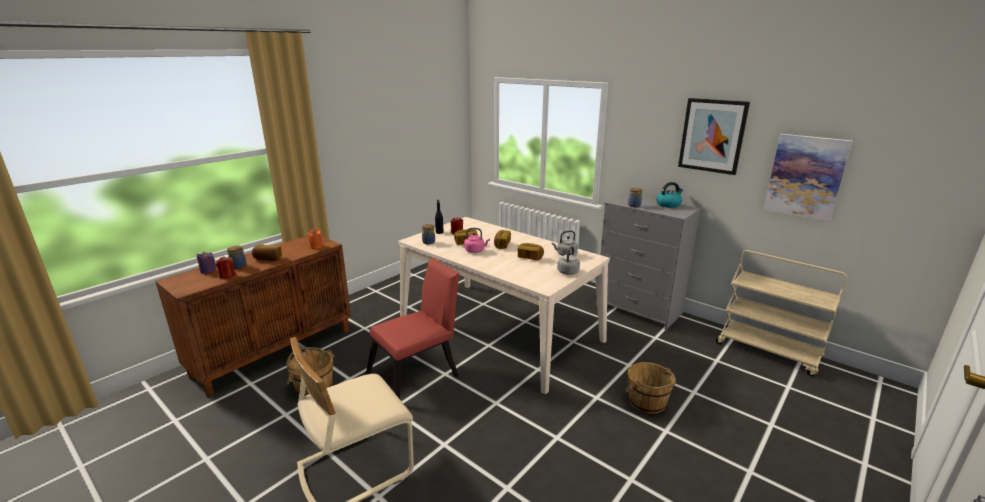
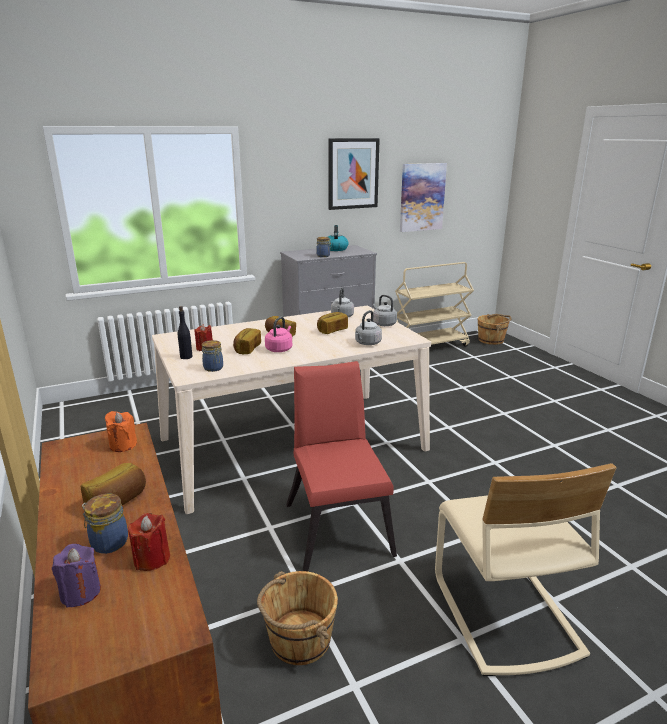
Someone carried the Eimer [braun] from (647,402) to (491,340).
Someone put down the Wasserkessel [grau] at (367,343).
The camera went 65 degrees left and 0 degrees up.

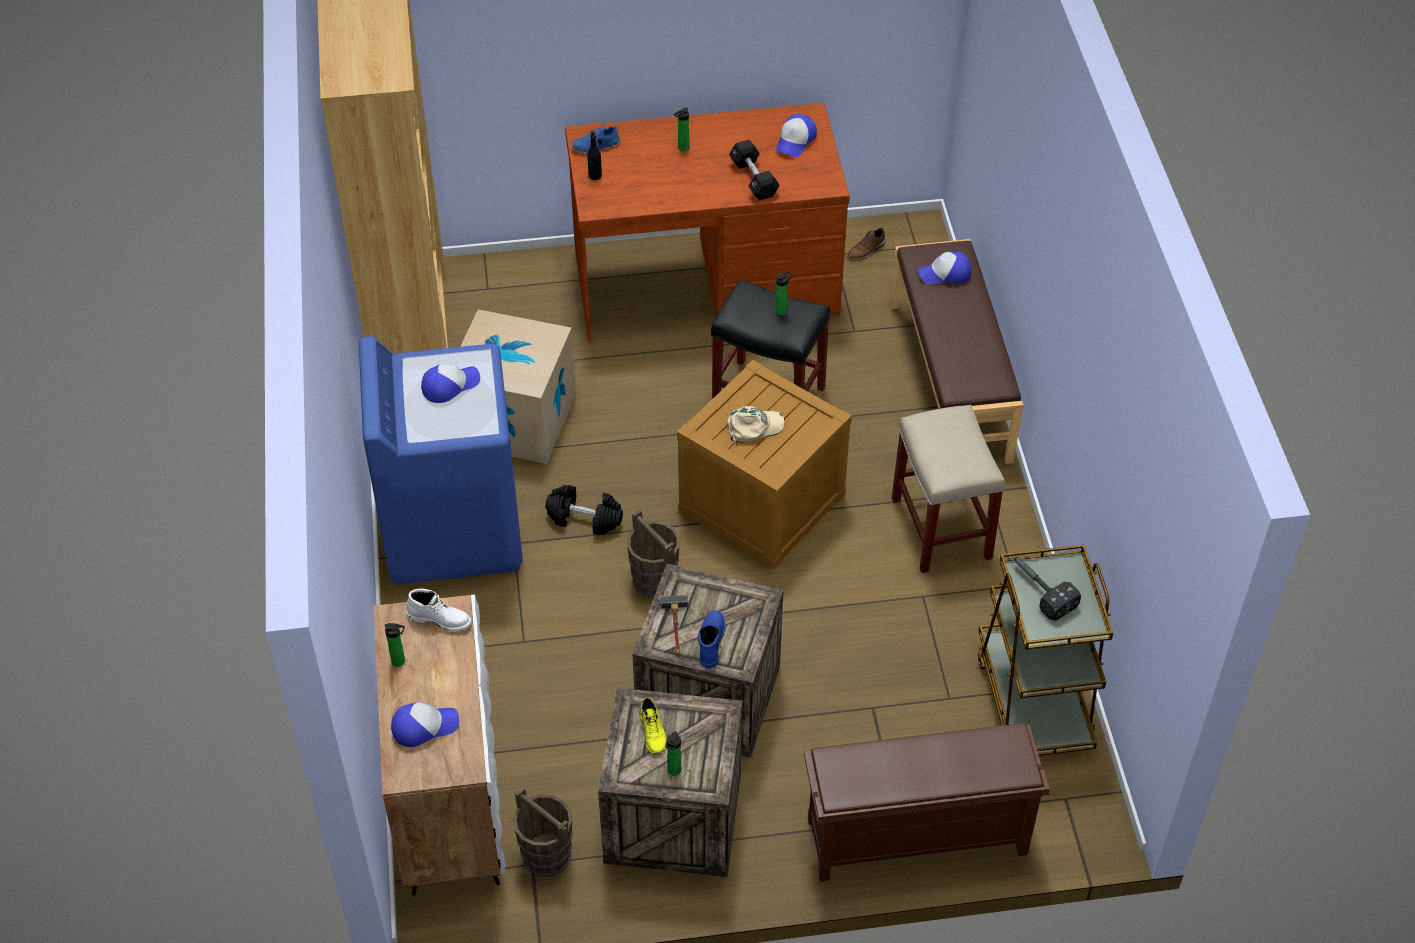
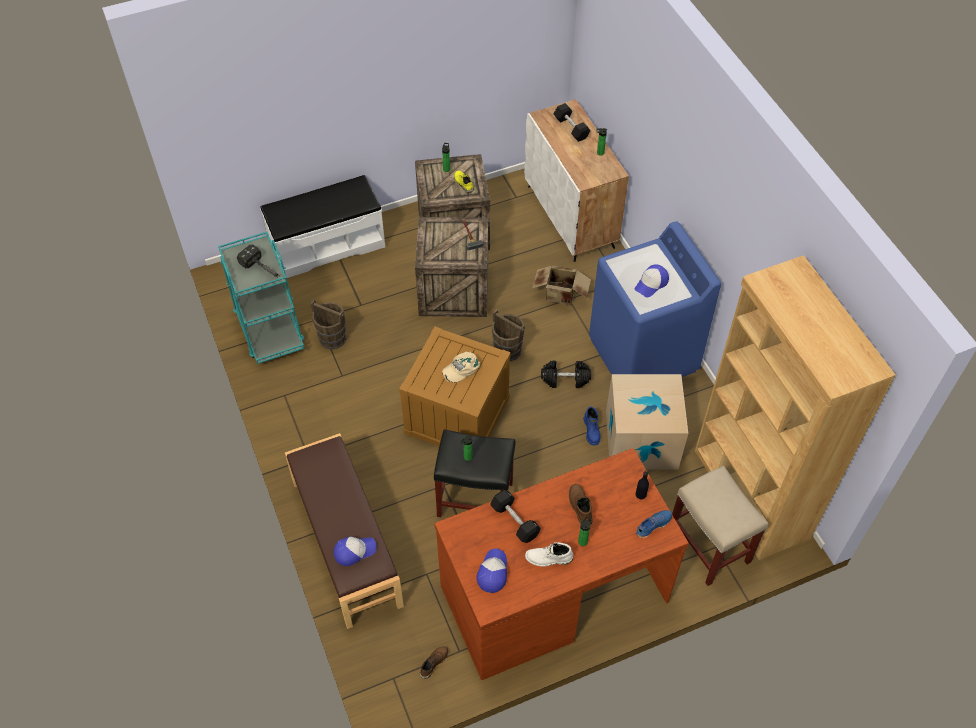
Someone swapped the Kappe at (424,726) for the Hantel [schwarz] at (571,128).
Someone carried the Stiefel [weiß] from (440,619) to (548,559).
Someone carried the Eimer [braun] from (547,855) to (332,338).
Someone carried the Stiefel [blau] from (710,642) to (592,430).
Someone swapped the Schuhregal [braun] at (914,838) for the Bank [weiß] at (327,246).
Someone carried the Hocker [beige] from (940,527) to (709,546).
Someone repainted the Rollwagen [braun] at (1033,699), which became the Rollwagen [türkis] at (269,328).
Someone put down the Karton at (560,296).
Someone put down the Stiefel [braun] at (579,506).
The camera went 165 degrees right and 5 degrees up.

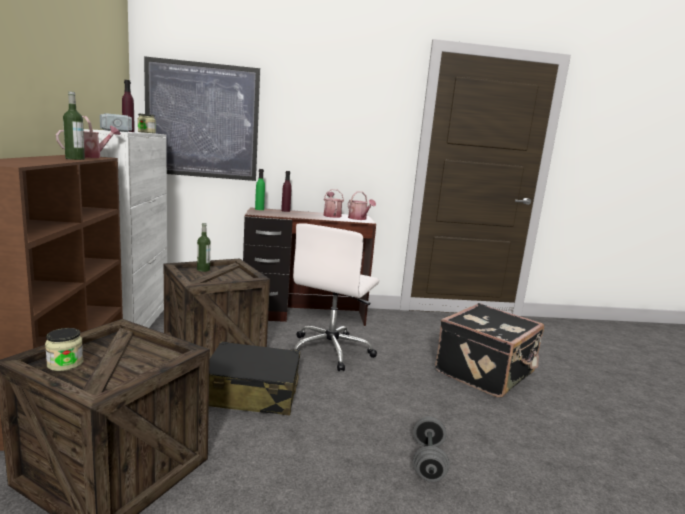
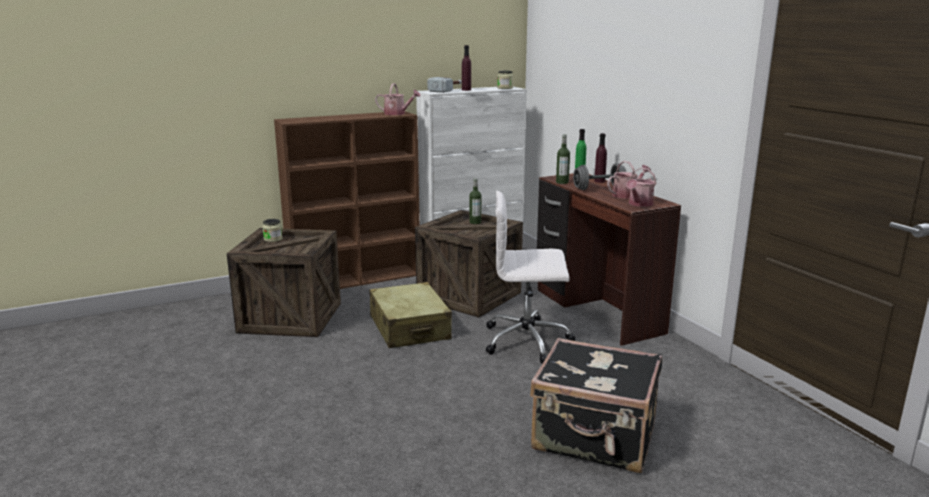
Someone carried the Flasche from (75,159) to (562,182).
Someone took away the Bild at (202,121).
Someone repainted the Koffer [schwarz] at (251,393), which became the Koffer [beige] at (409,328).
Someone carried the Hantel [grau] from (428,461) to (599,188).
The camera went 70 degrees right and 5 degrees up.

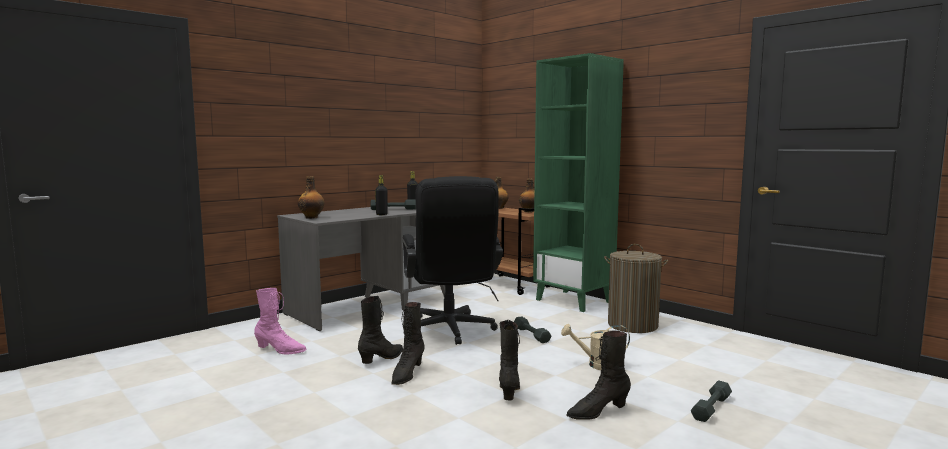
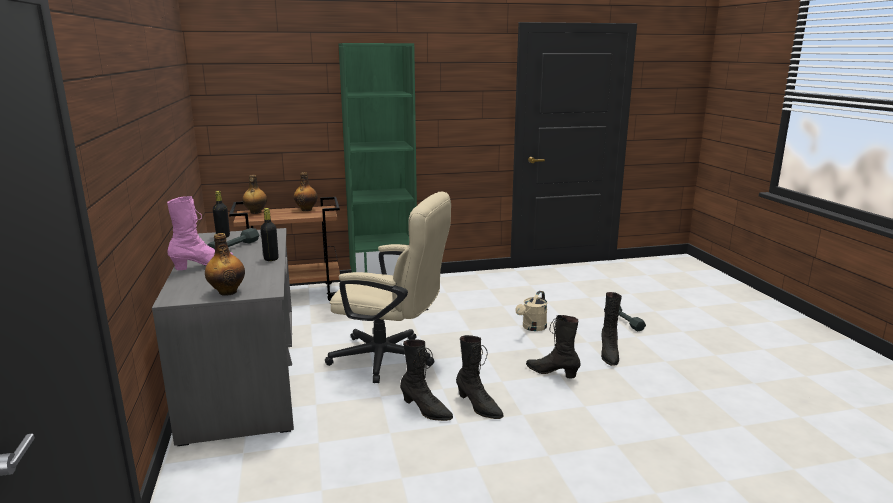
Someone carried the Stiefel [rosa] from (280,350) to (204,266).
Someone rotated the Stiefel [schwarz] at (382,359) by 150 degrees clockwise.
Someone repainted the Bürostuhl [schwarz] at (450,331), which became the Bürostuhl [beige] at (391,359).
Someone took away the Hantel [grau] at (531,334).
Someone took away the Wäschekorb at (633,325).
The camera went 60 degrees left and 10 degrees up.

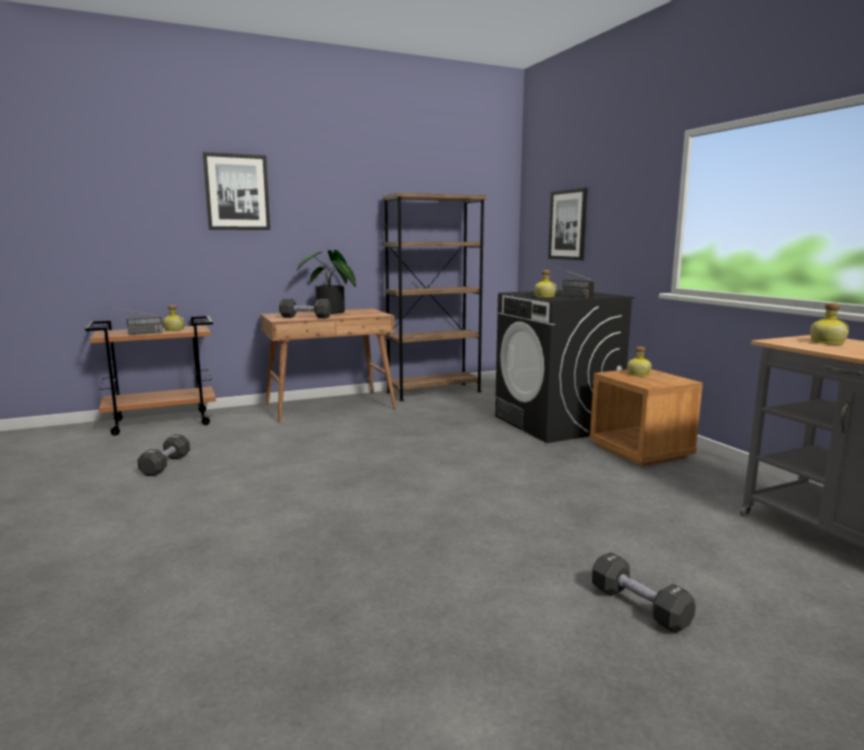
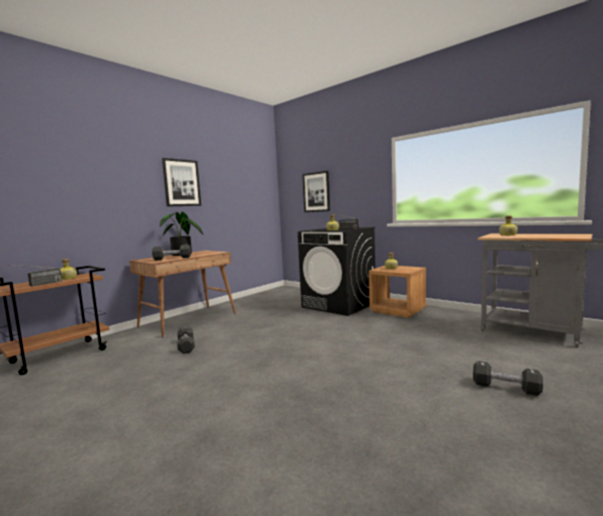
Someone carried the Hantel [schwarz] from (166,465) to (186,346).
Someone carried the Bild from (237,192) to (181,183).
Someone took away the Bücherregal [braun] at (434,392).
The camera went 25 degrees left and 5 degrees down.

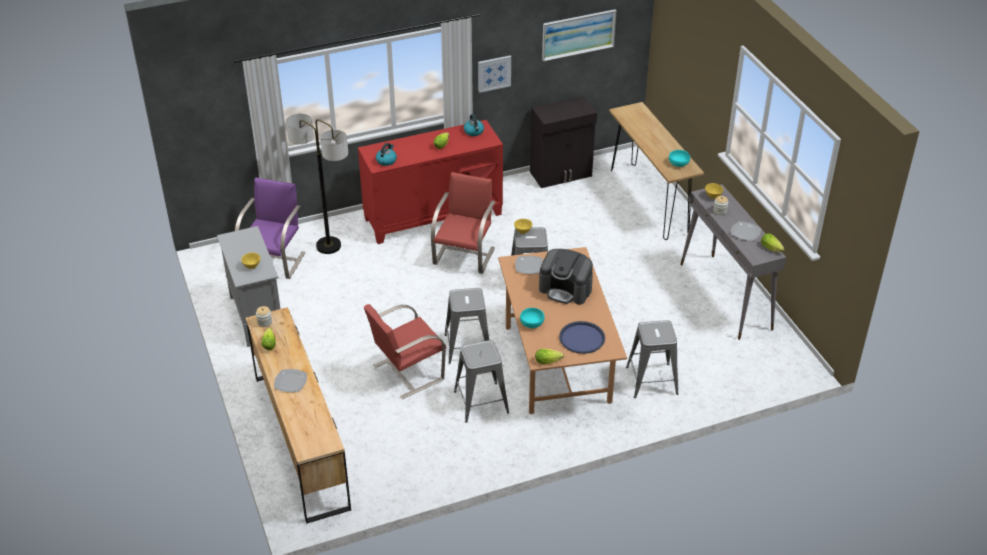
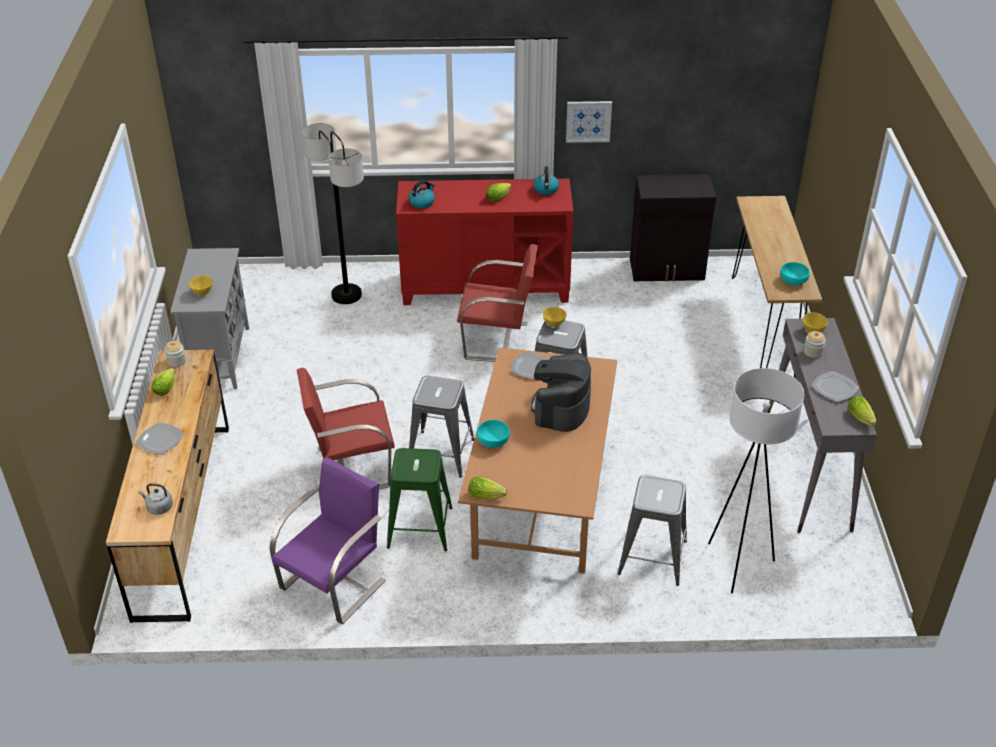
Someone carried the Stuhl [lila] from (274,261) to (334,584).
Someone rotated the Stuhl [rot] at (465,255) by 60 degrees clockwise.
Someone repainted the Hocker [grau] at (481,402), which became the Hocker [grün] at (420,528).
Someone rotated the Kaffeemaschine at (566,289) by 60 degrees clockwise.
Someone took away the Bild at (578,34).
Someone took away the Tablett [blau] at (582,338).
Someone put down the Wasserkessel [grau] at (158,507).
Someone put down the Stehlampe [weiß] at (737,564).
The camera went 20 degrees right and 0 degrees up.

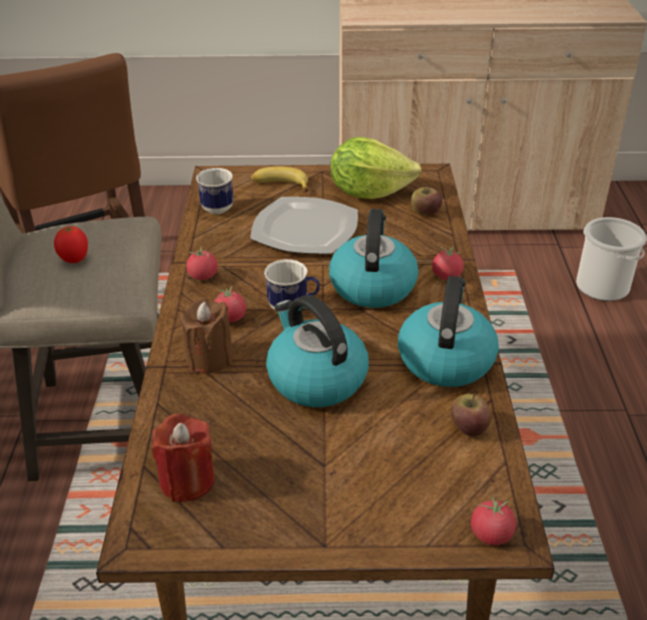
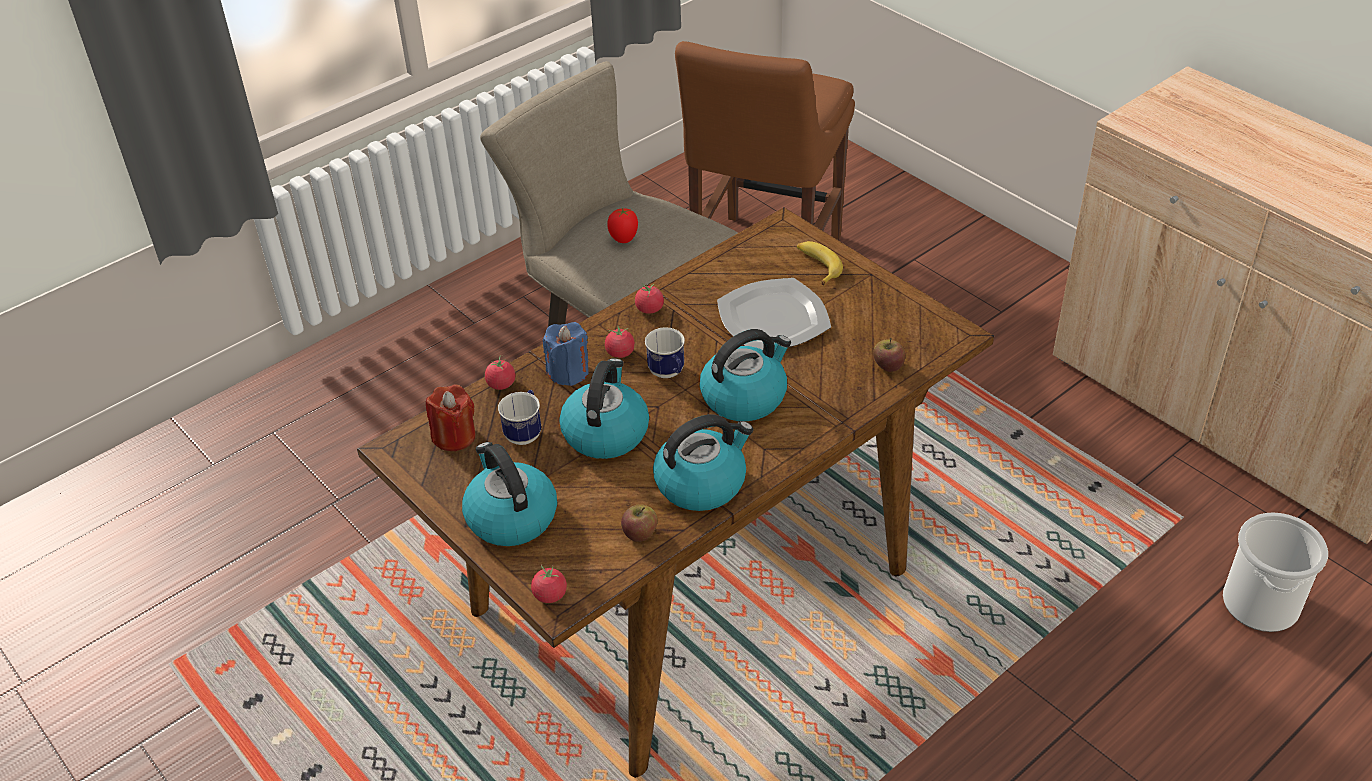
Someone repainted the Kerze [braun] at (210,358), which became the Kerze [blau] at (568,372).
Someone carried the Henkelbecher from (215,206) to (525,432).
Someone took away the Salatkopf at (369,192).
Someone carried the Tomate from (446,276) to (501,384).
Someone put down the Wasserkessel at (510,517).
The camera went 50 degrees right and 5 degrees up.

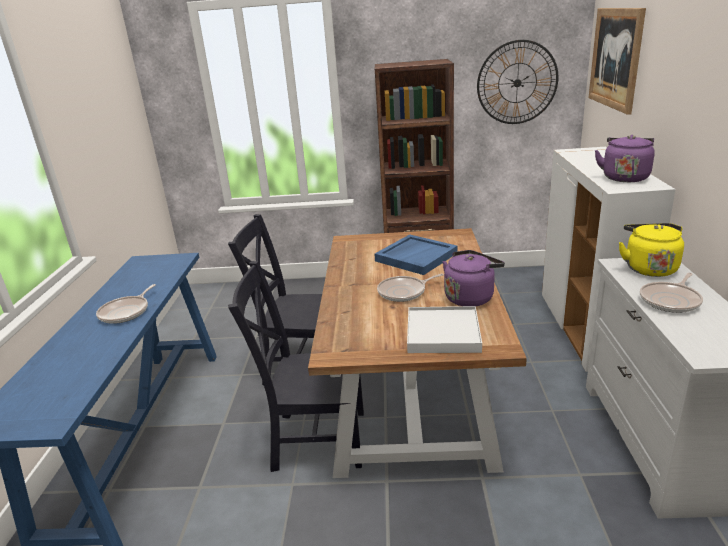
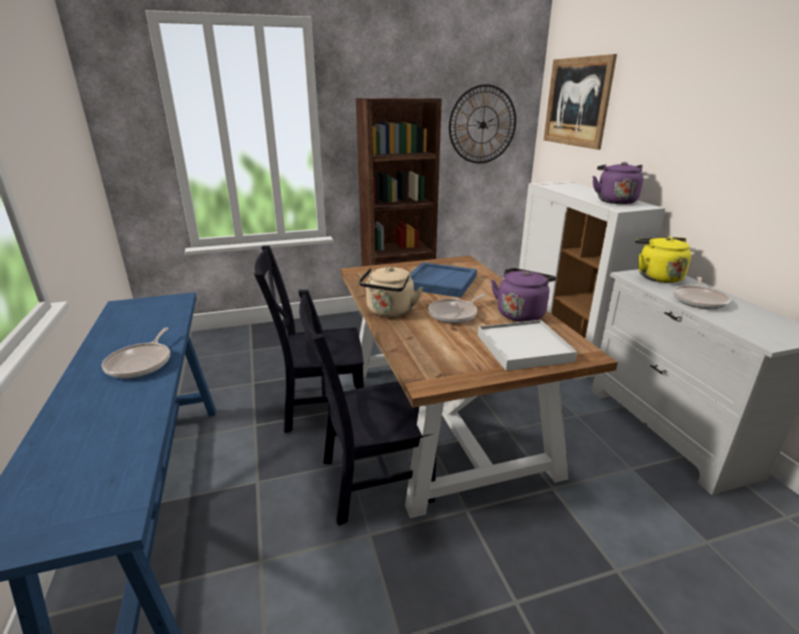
Someone put down the Wasserkessel [beige] at (389,312).
The camera went 20 degrees left and 0 degrees up.

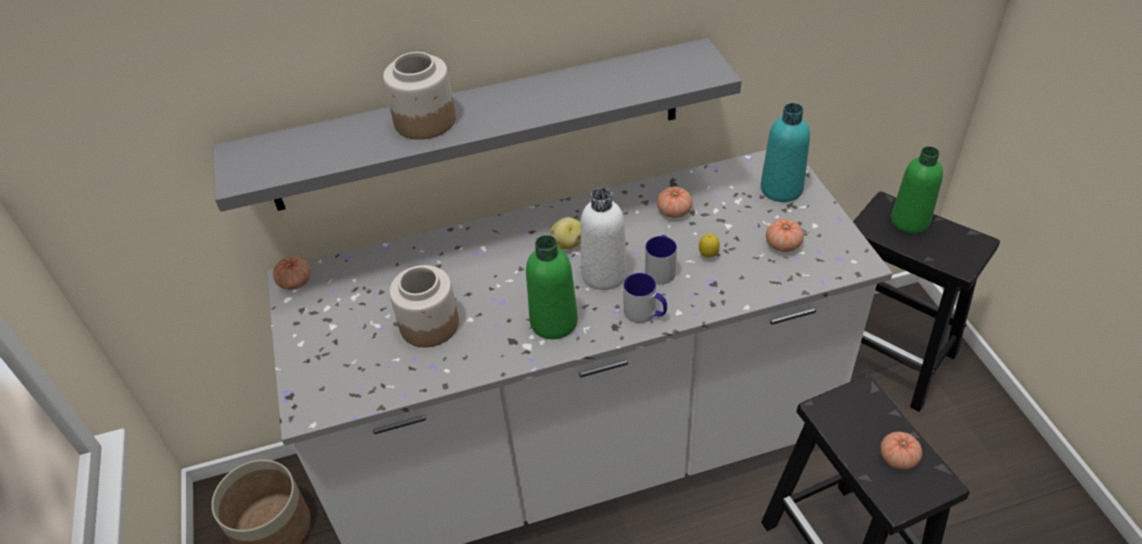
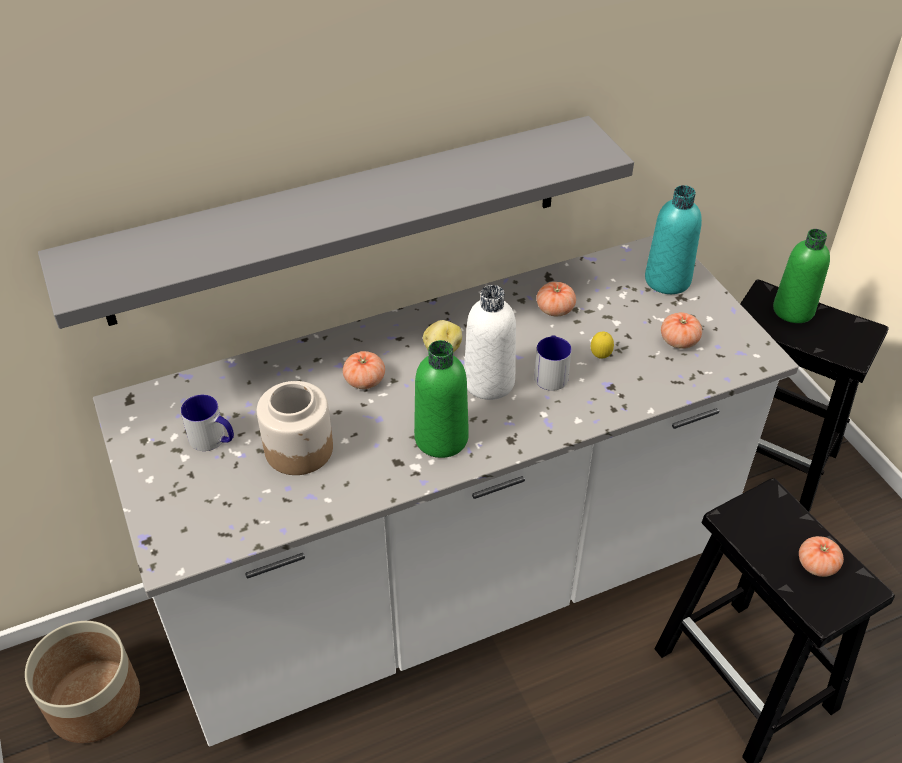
Someone carried the Tomate from (295,282) to (364,380).
Someone took away the Vorratsglas at (424,121).
Someone carried the Henkelbecher from (645,313) to (213,440).
The camera went 10 degrees left and 0 degrees up.

